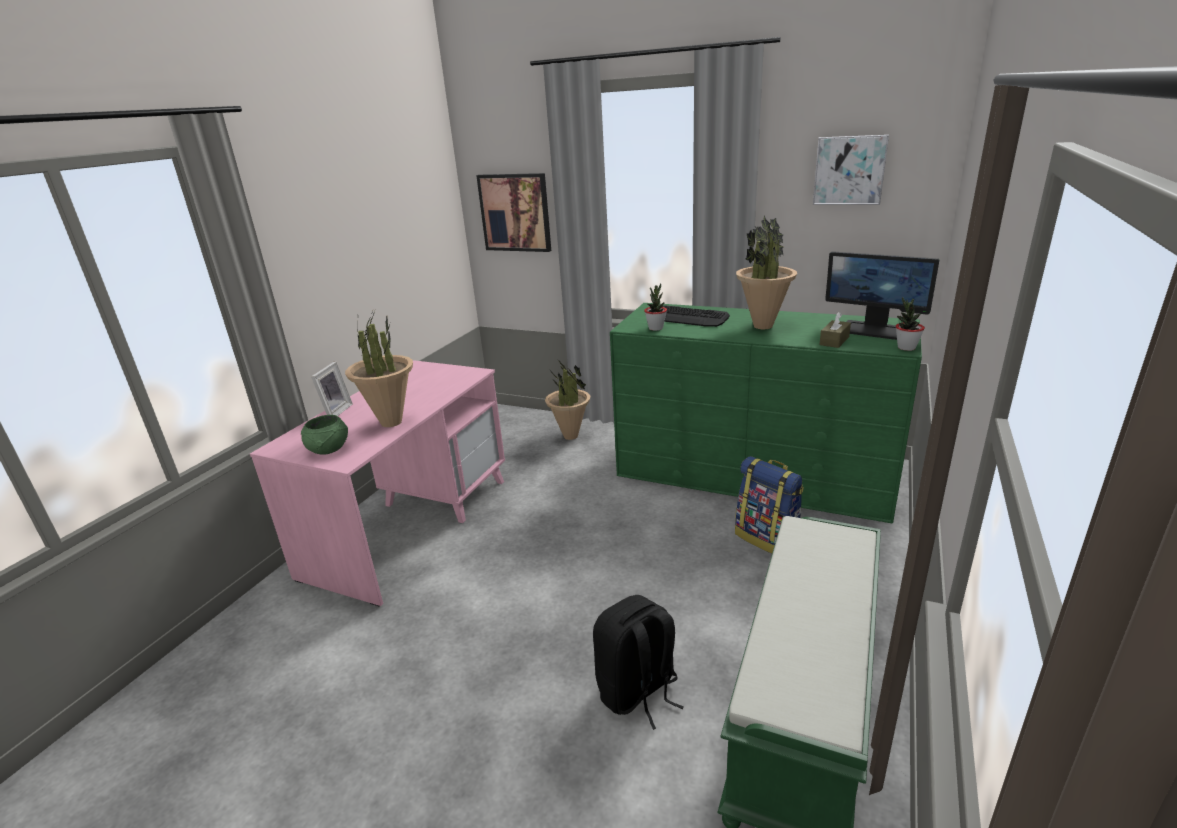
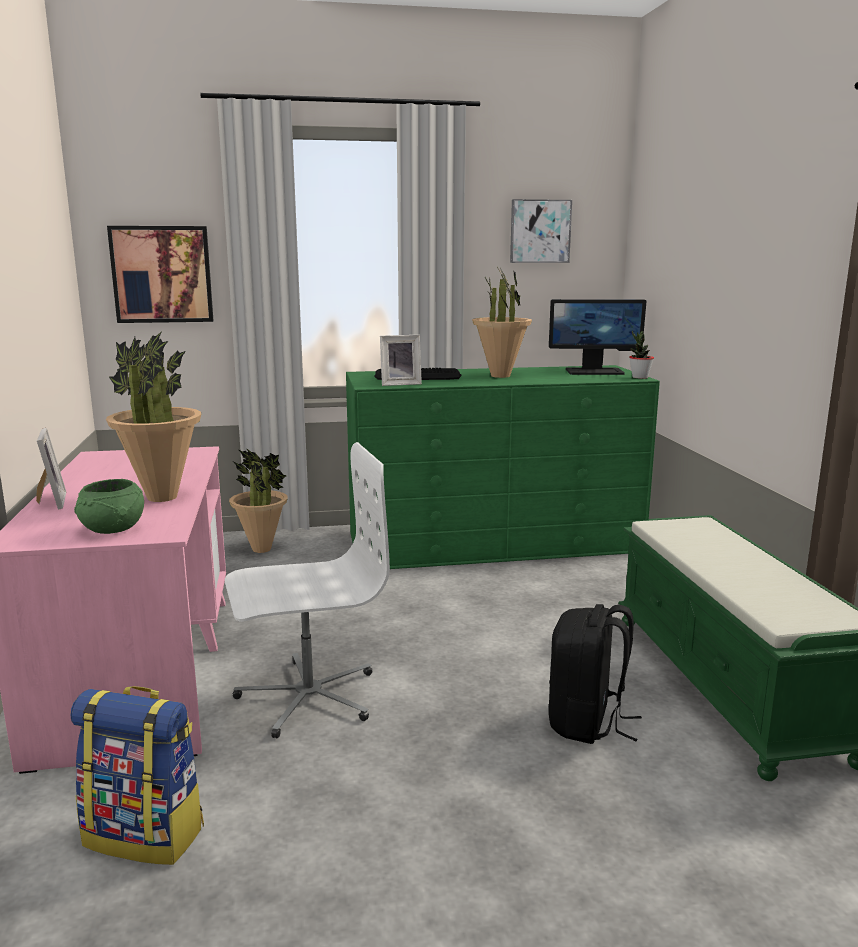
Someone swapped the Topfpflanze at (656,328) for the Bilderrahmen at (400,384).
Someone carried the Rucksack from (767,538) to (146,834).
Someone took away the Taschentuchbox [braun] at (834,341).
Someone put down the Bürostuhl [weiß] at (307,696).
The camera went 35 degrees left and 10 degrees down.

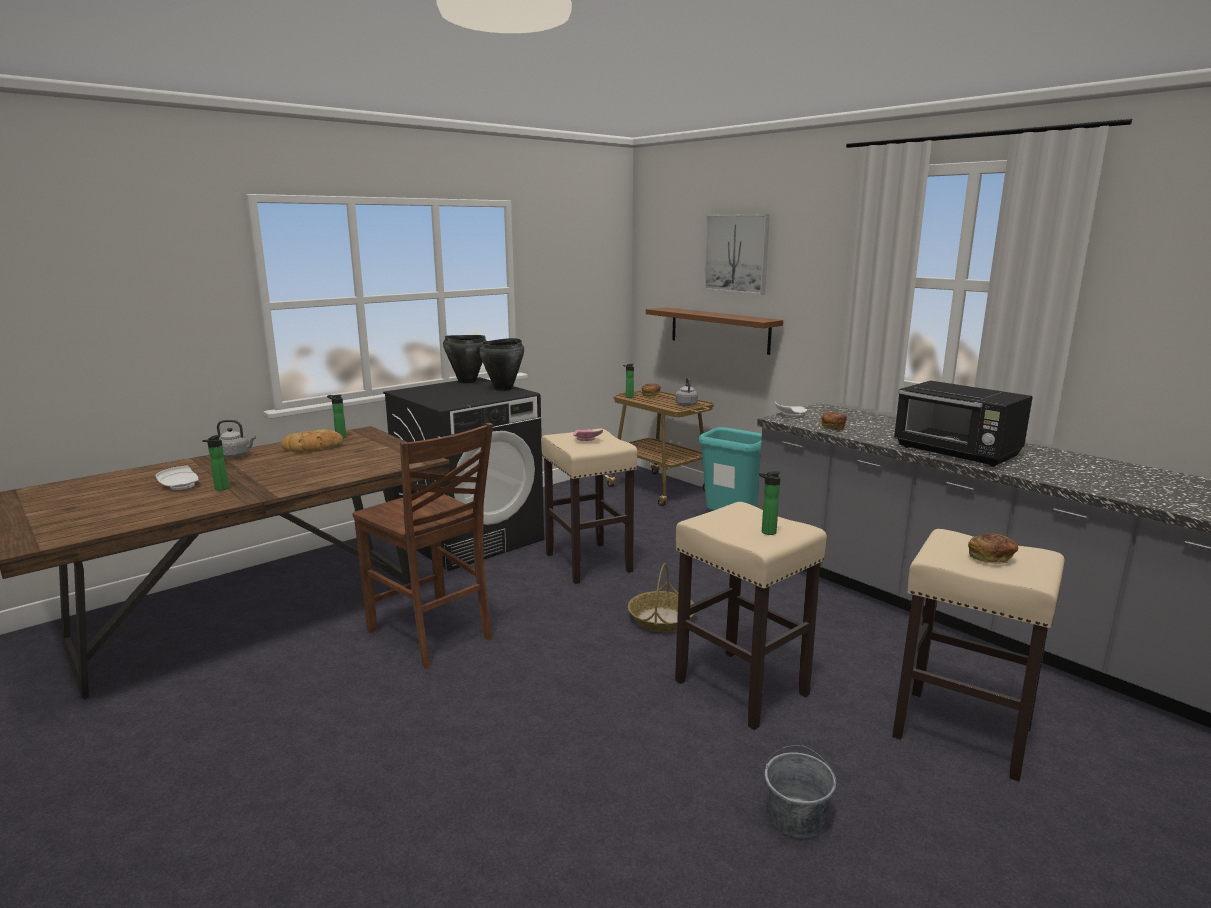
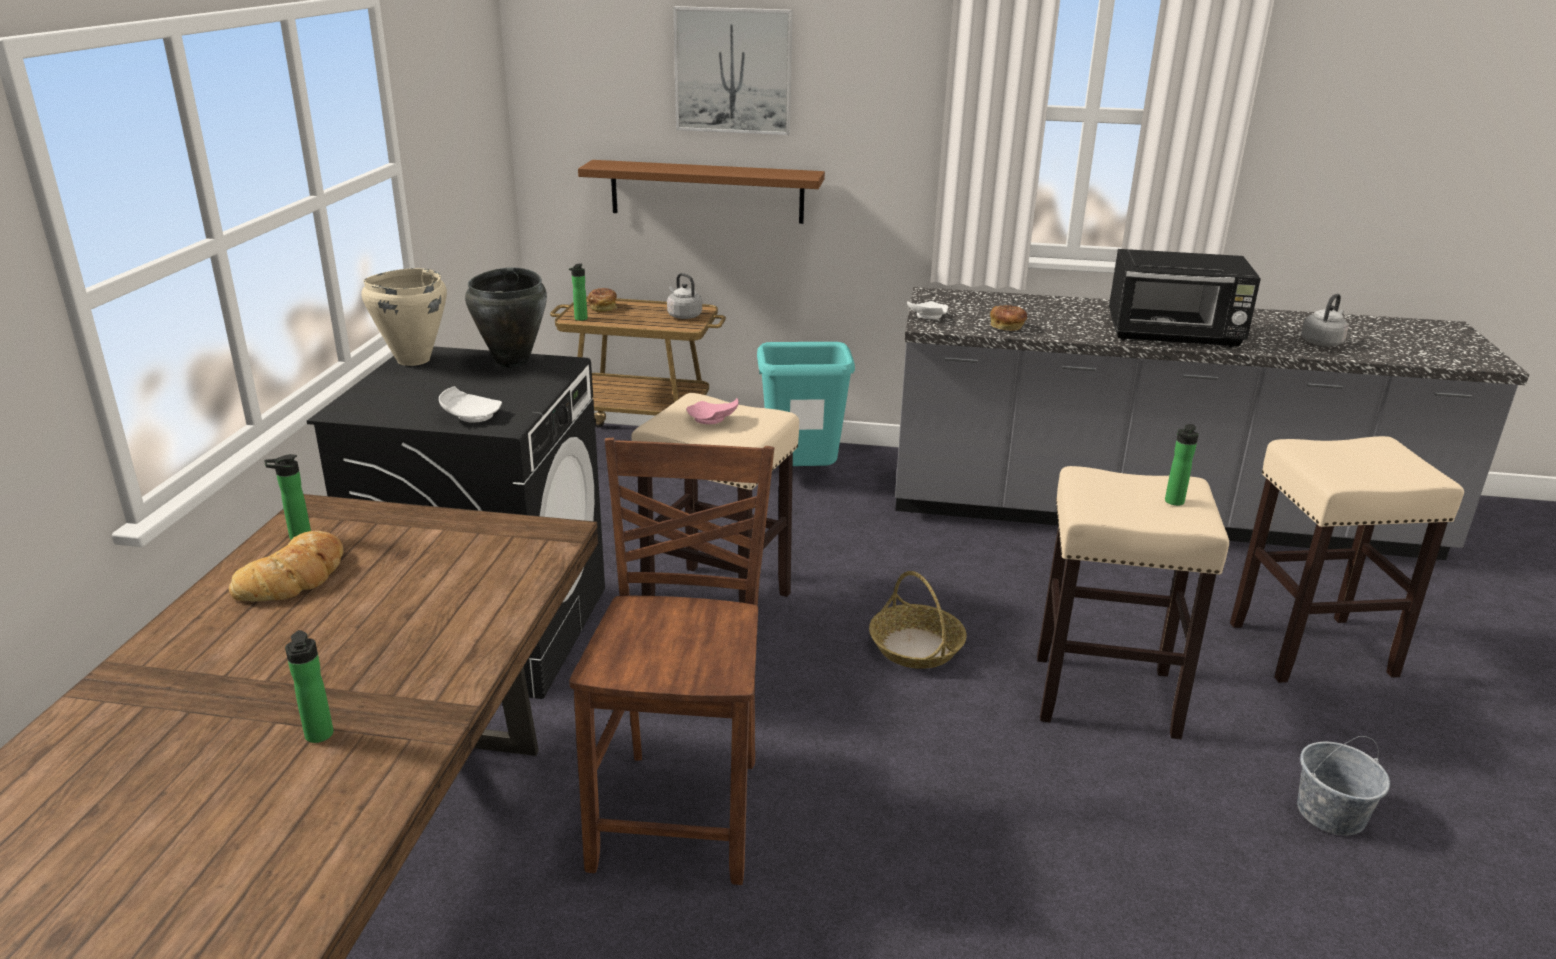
Someone carried the Teller [weiß] from (181,485) to (471,416).
Someone carried the Wasserkessel [grau] from (236,456) to (1322,342).
Someone rotated the Stuhl [braun] at (432,635) by 90 degrees counterclockwise.
Someone repainted the Kochtopf [schwarz] at (467,381), which became the Kochtopf [beige] at (412,360).
Someone took away the Brot at (991,558).
The camera went 40 degrees left and 10 degrees up.

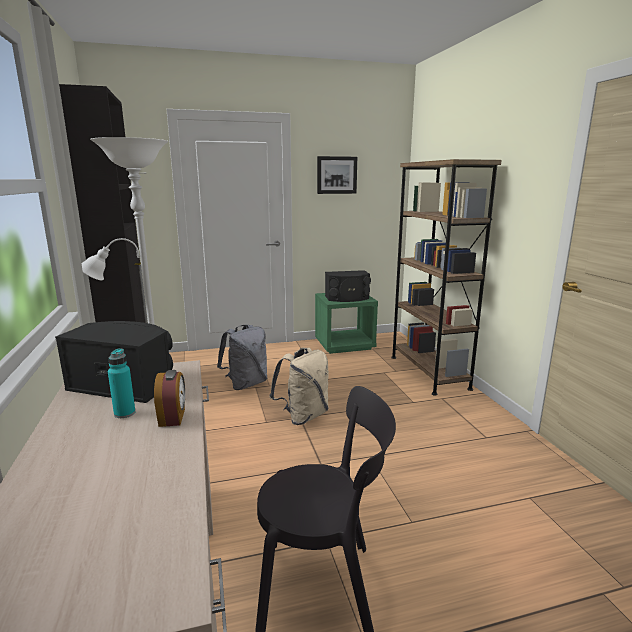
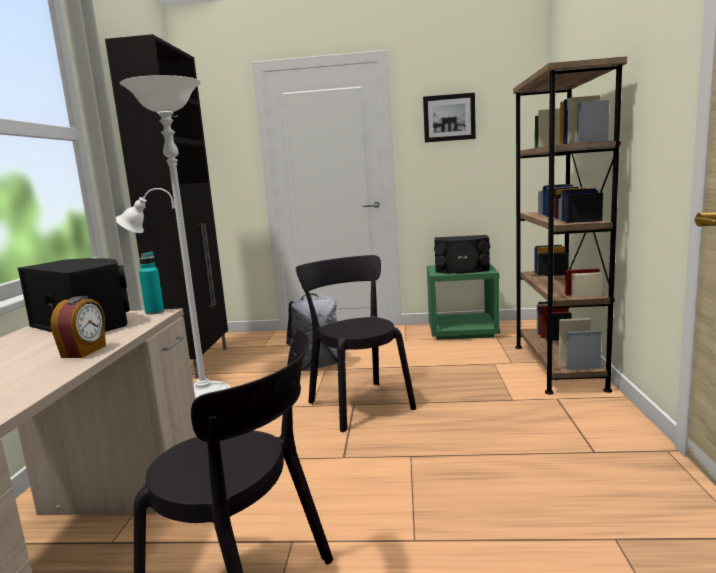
Someone carried the Flasche [türkis] from (124,413) to (154,312).
Someone swapped the Rucksack [beige] at (303,416) for the Stuhl [schwarz] at (358,403).
The camera went 20 degrees right and 5 degrees down.

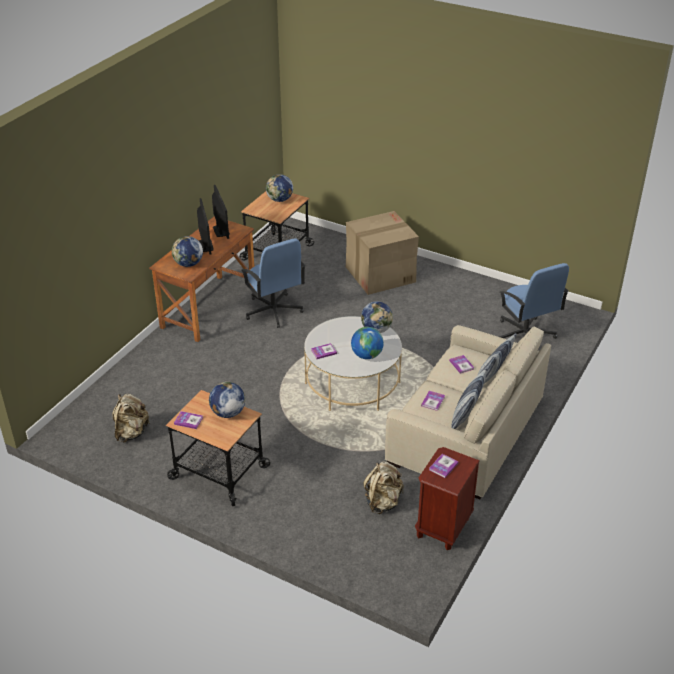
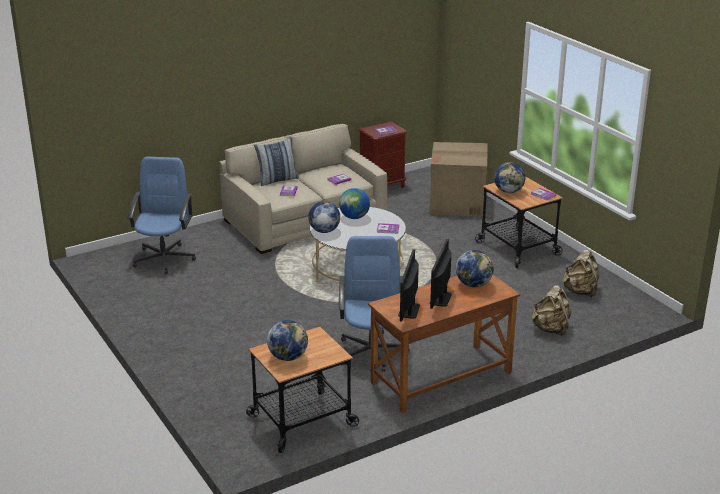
Someone carried the Karton from (379,274) to (458,203).
Someone carried the Rucksack [beige] from (383,502) to (551,329).
Someone took away the Kissen at (466,416).
The camera went 150 degrees left and 10 degrees down.

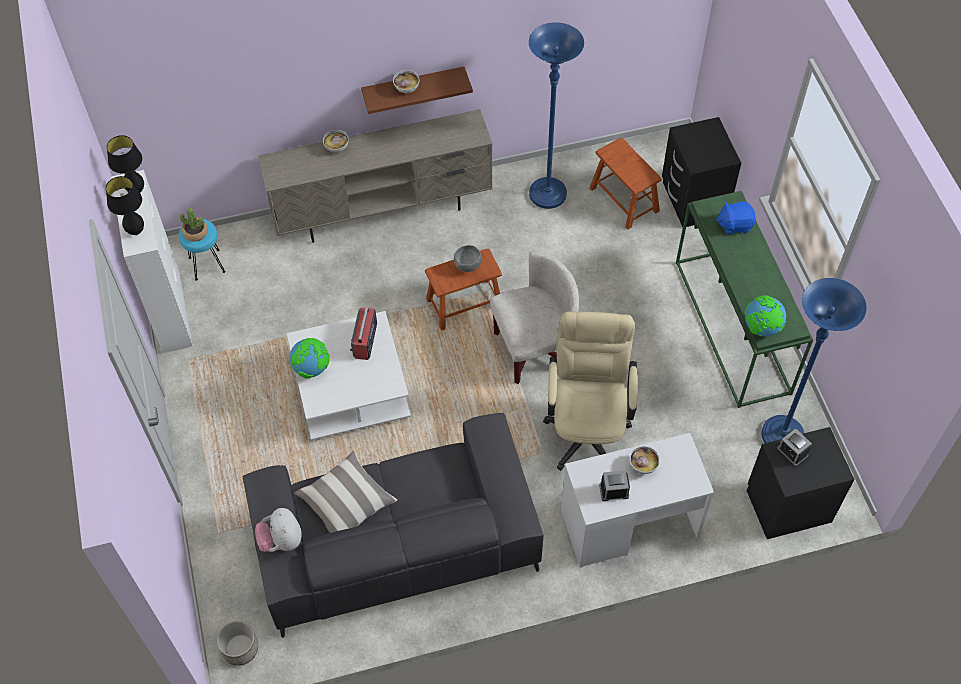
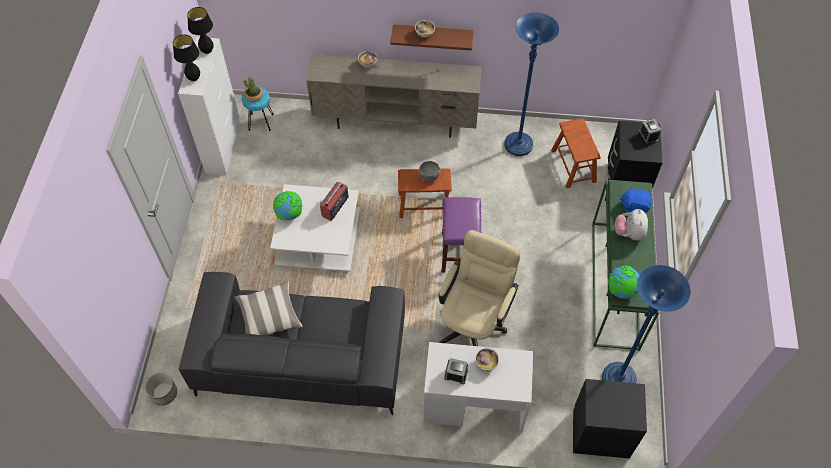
Someone carried the Plüschtier from (281,540) to (629,233).
Someone swapped the Sessel [weiß] at (534,349) for the Hocker [lila] at (460,253).
Someone carried the Wecker from (792,452) to (648,136).
The camera went 20 degrees right and 0 degrees up.

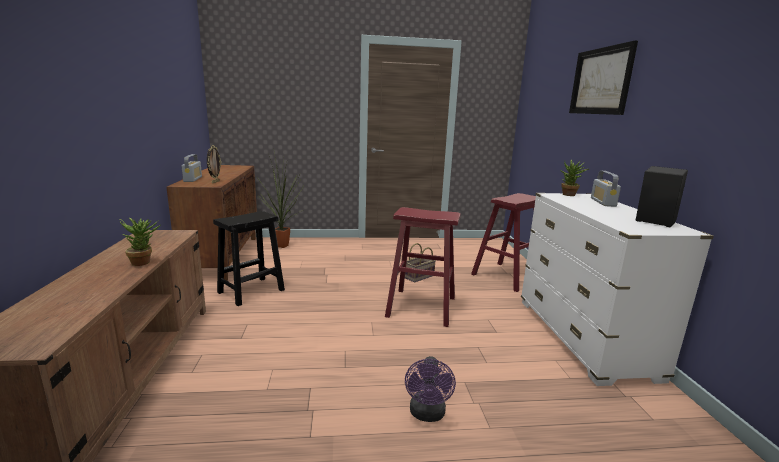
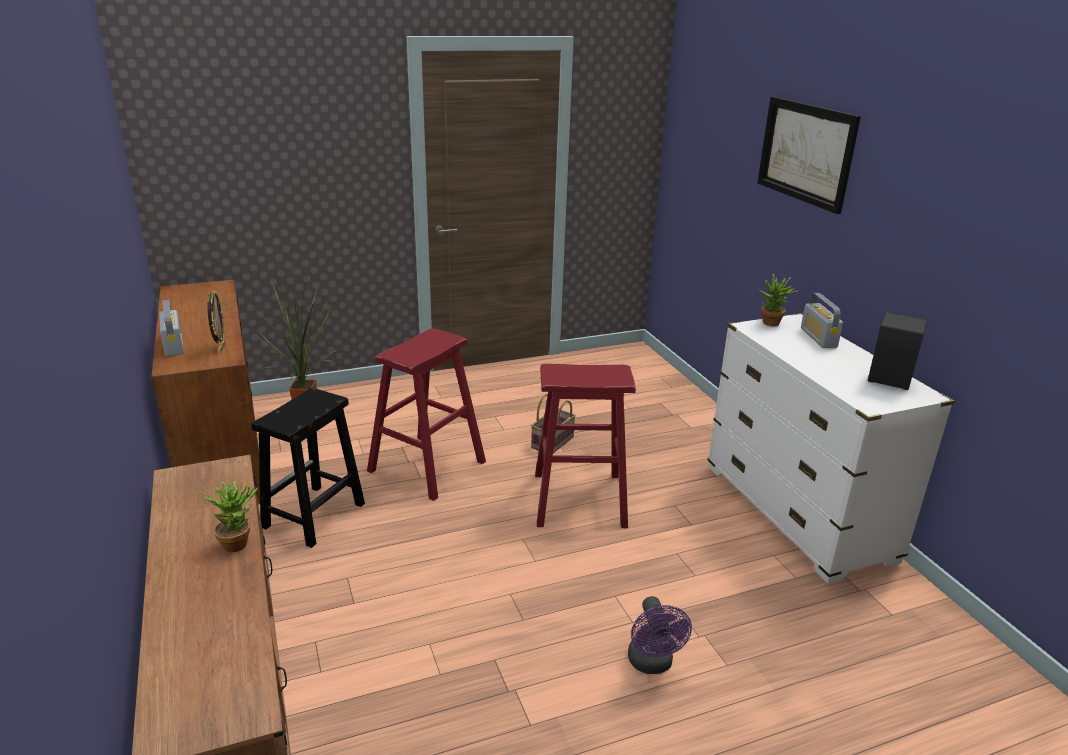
Someone carried the Hocker [rot] from (507,276) to (427,466).
The camera went 15 degrees left and 10 degrees up.

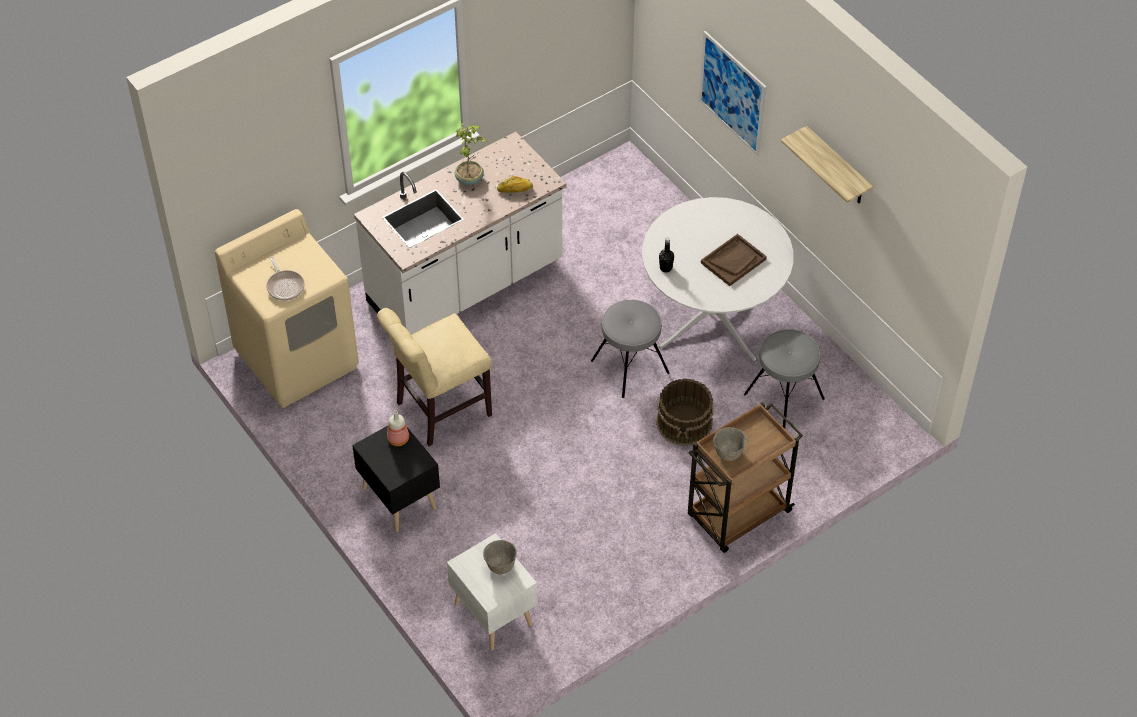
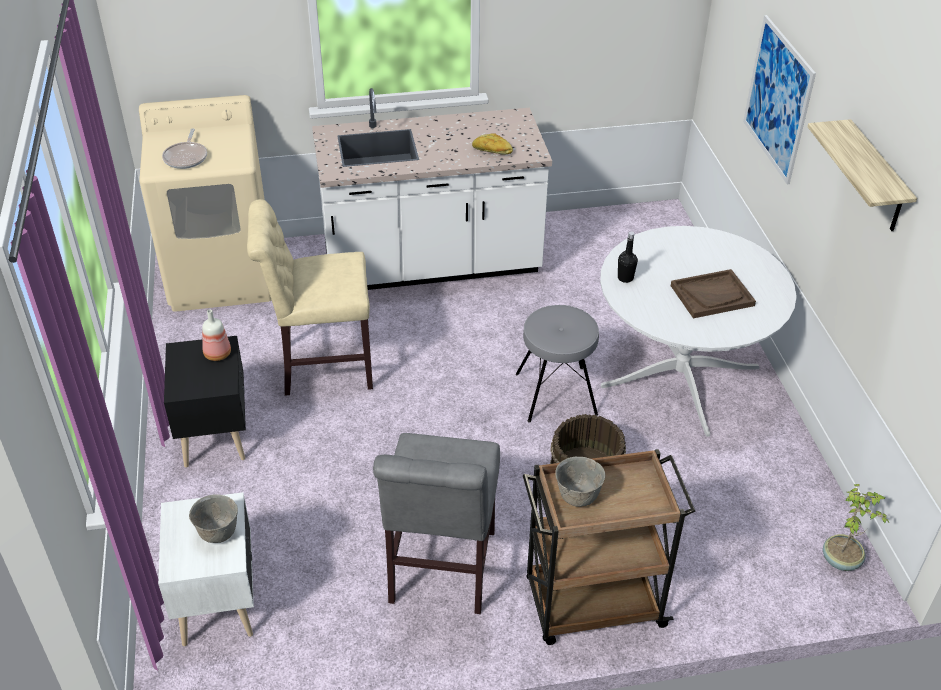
Someone carried the Topfpflanze from (470,179) to (841,560).
Someone took away the Hocker [grau] at (784,397).
Someone put down the Stuhl [grau] at (440,572).
The camera went 25 degrees right and 10 degrees down.

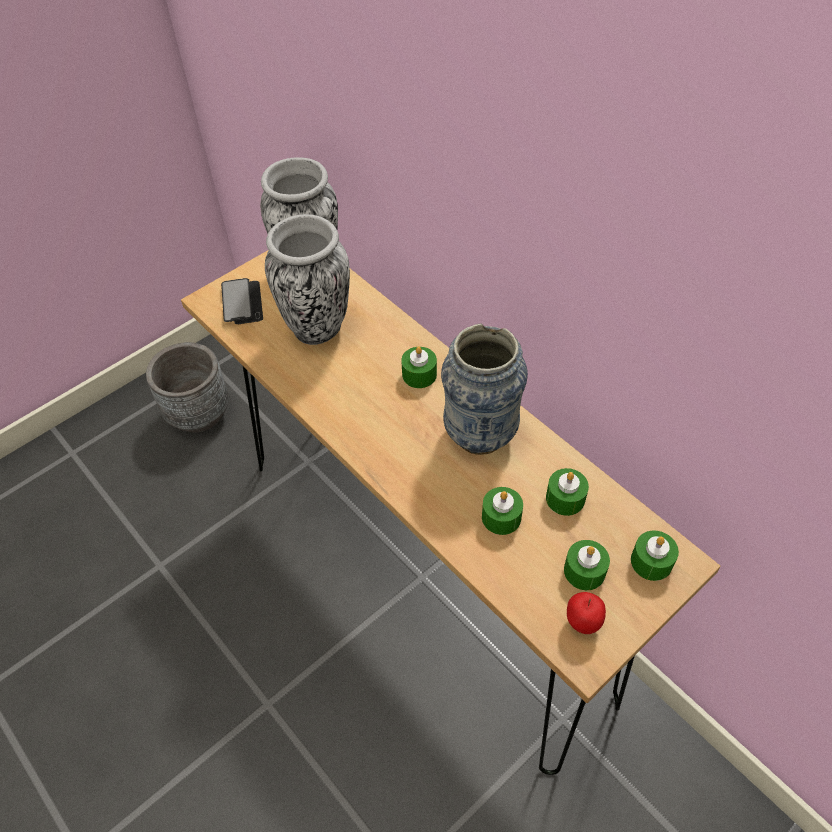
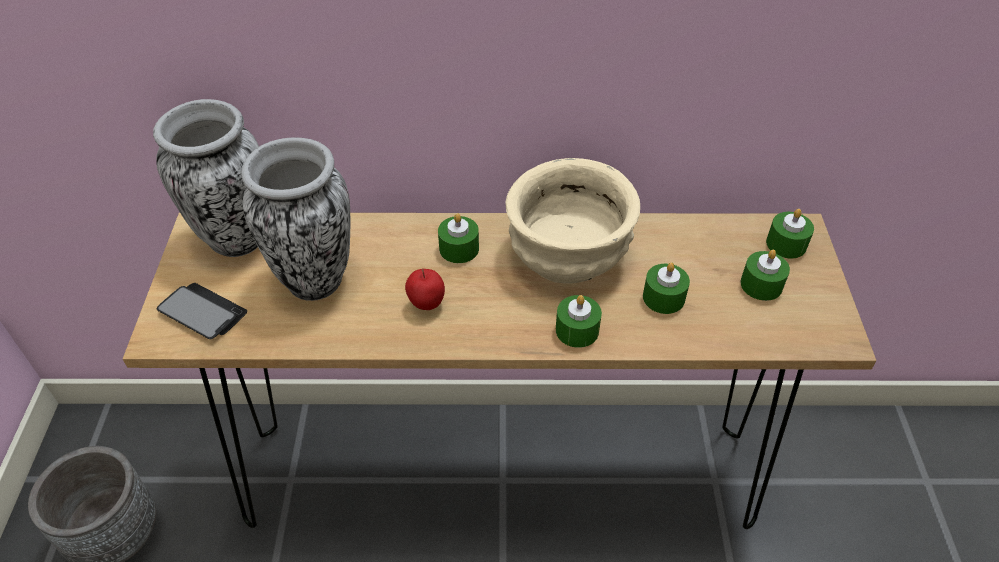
Someone swapped the Vase at (480,435) for the Schüssel [beige] at (568,255).
Someone carried the Kerze [grün] from (565,498) to (577,330).
Someone carried the Apfel from (582,623) to (426,305).
The camera went 50 degrees left and 5 degrees down.

